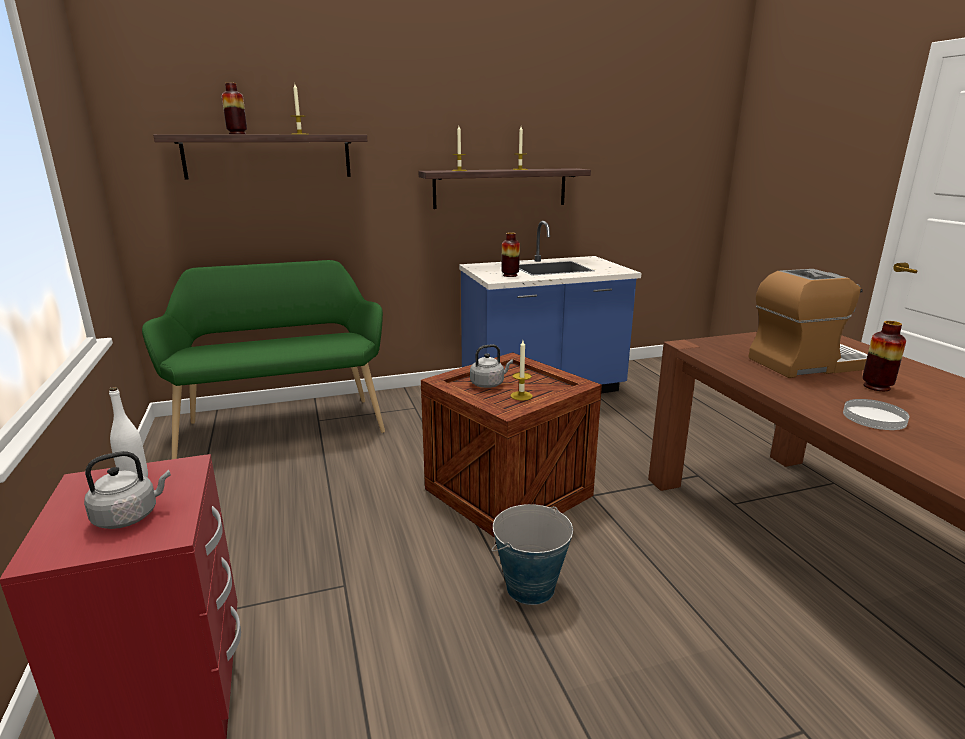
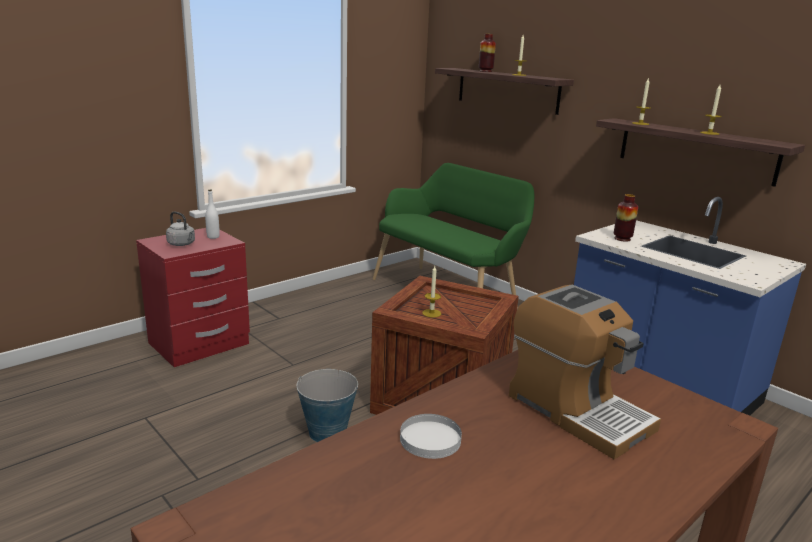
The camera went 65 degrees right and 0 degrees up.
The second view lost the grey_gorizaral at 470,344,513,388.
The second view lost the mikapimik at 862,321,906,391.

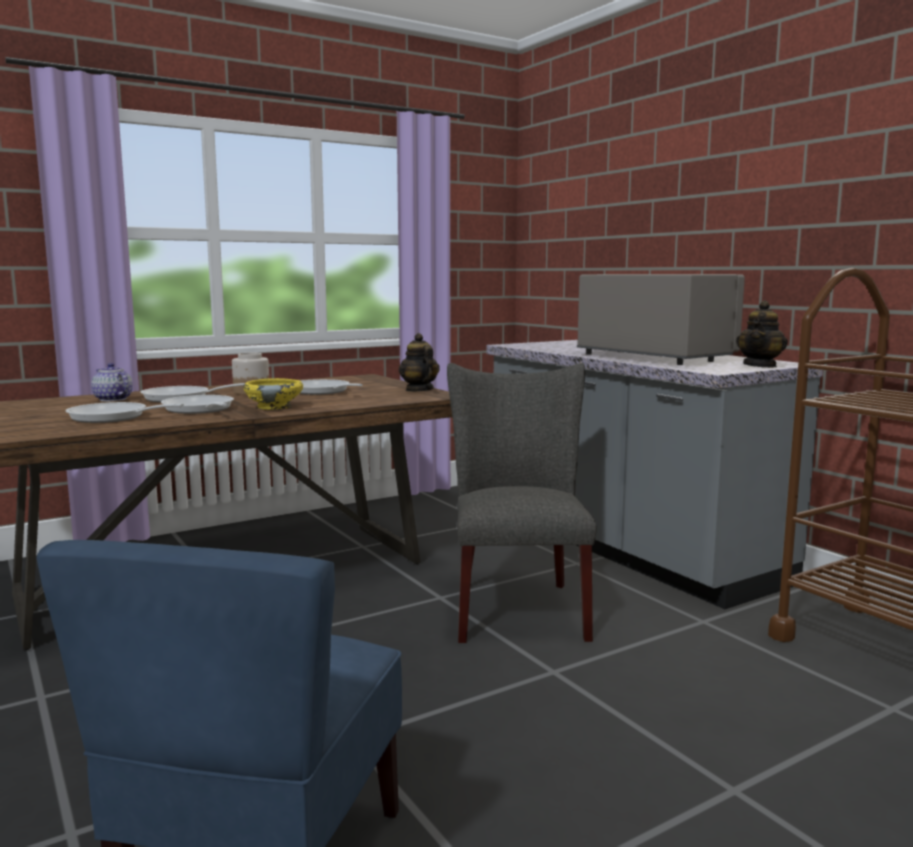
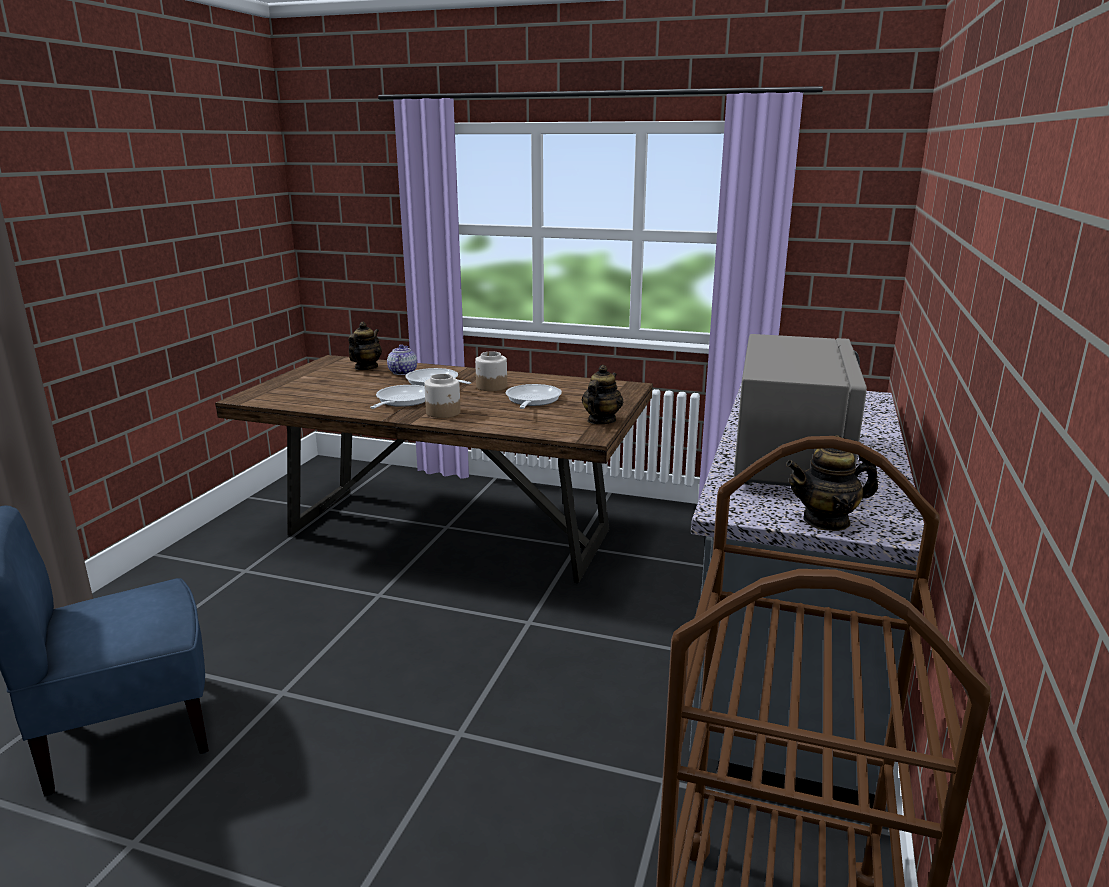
The camera went 50 degrees right and 10 degrees up.
The second view lost the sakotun at 65,402,184,423.
The second view lost the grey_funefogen at 447,363,597,643.
The second view gained the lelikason at 348,322,382,370.
Where the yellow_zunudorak stood at 243,378,303,410, the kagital came to stand at 424,374,461,418.

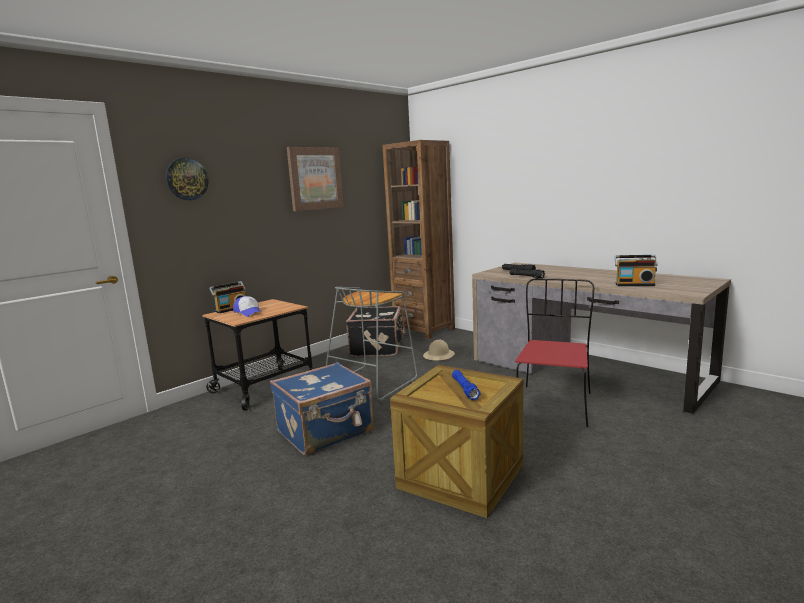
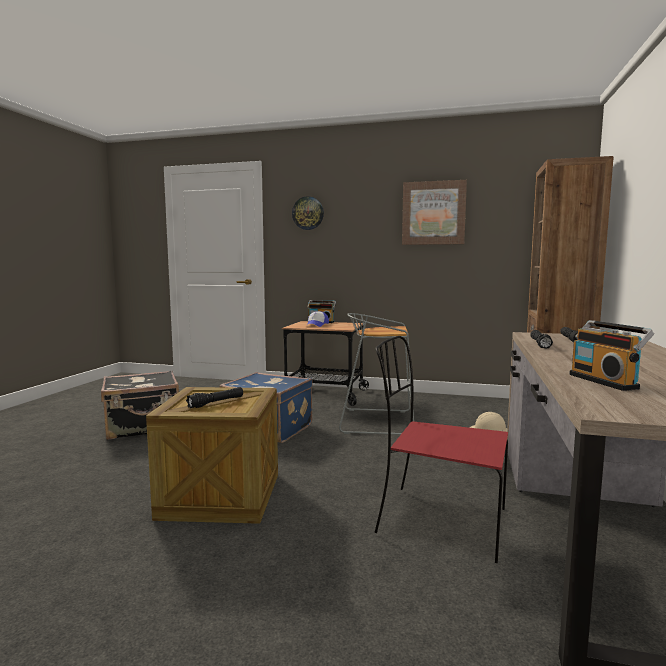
The camera went 60 degrees right and 5 degrees down.
The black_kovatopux ended up elsewhere, having gone from 346,306,406,357 to 101,370,179,440.
What was the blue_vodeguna at 452,370,481,400 turned into the black_vodeguna at 186,387,243,408.
The red_funefogen at 515,279,594,427 ended up facing another way, 150 degrees counterclockwise from before.

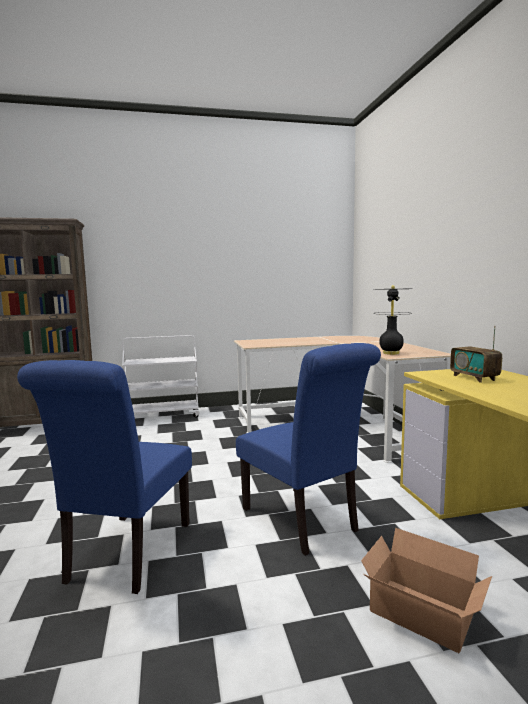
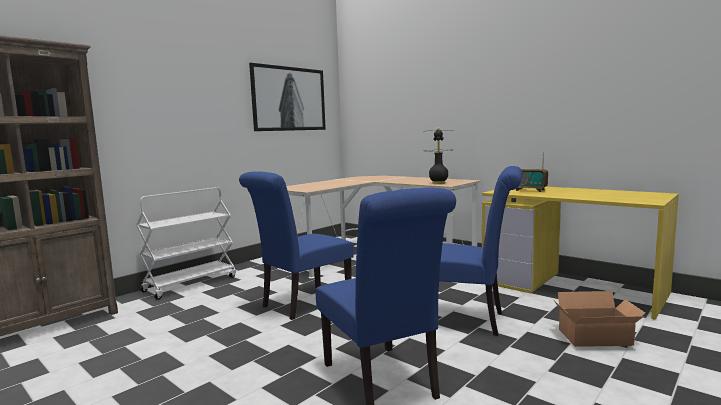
The camera went 35 degrees left and 0 degrees up.
The second view gained the blue_funefogen at 239,171,354,320.
The second view gained the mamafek at 249,63,326,131.

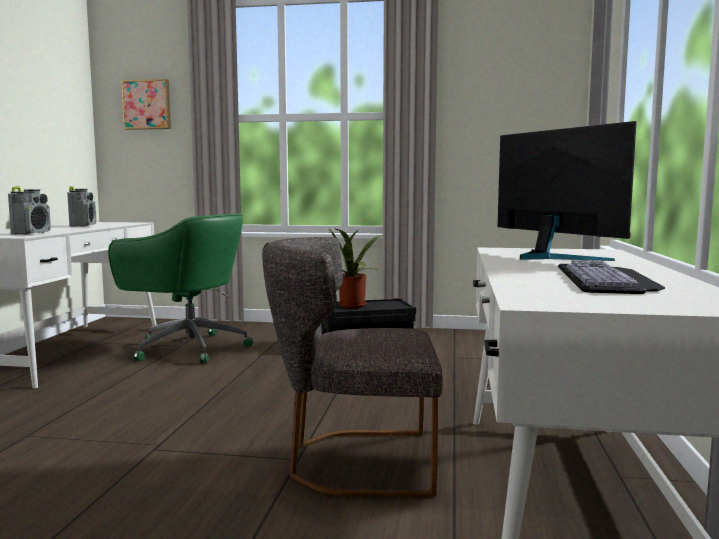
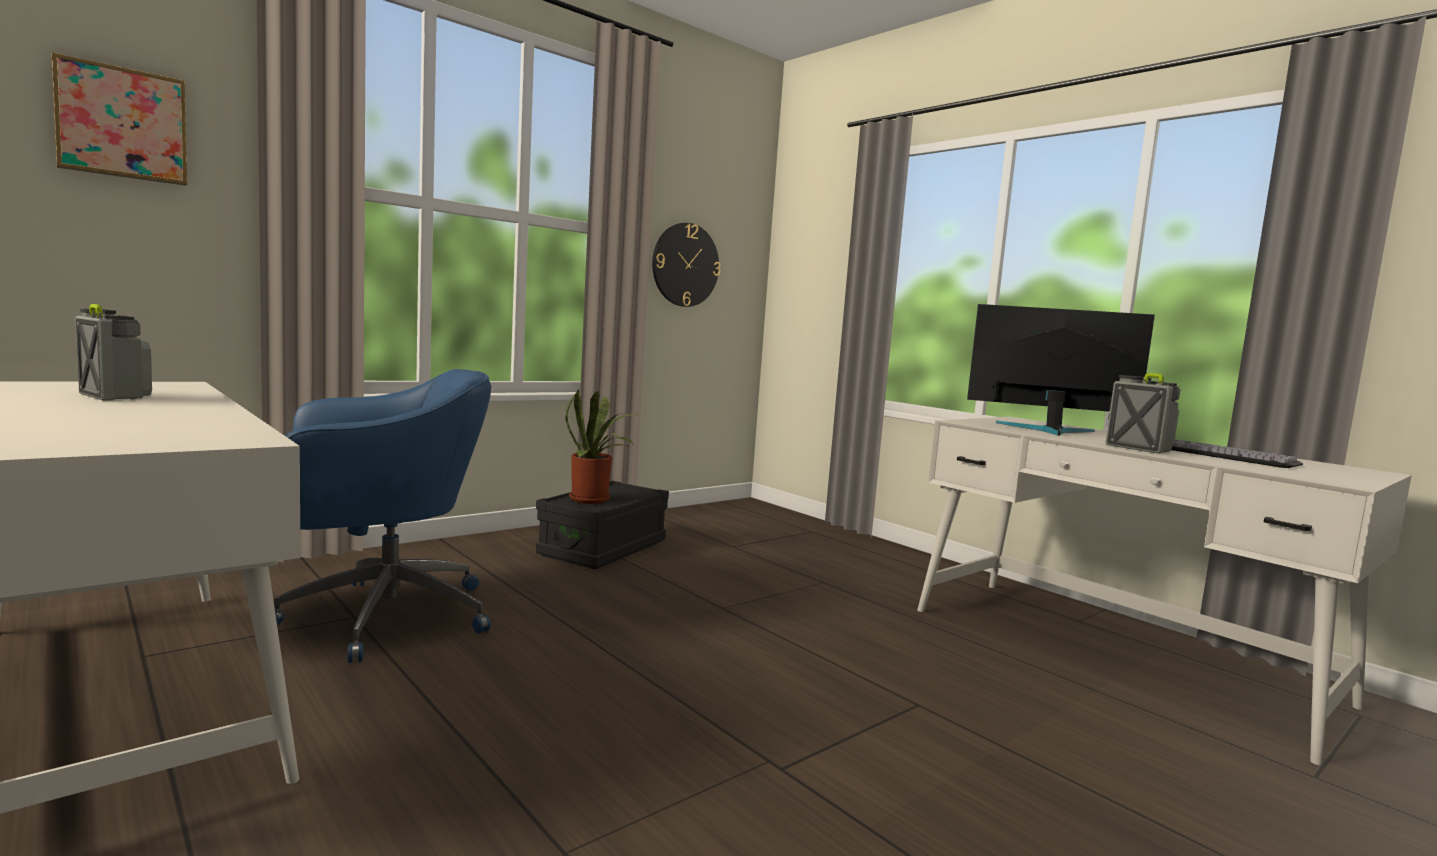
The camera went 50 degrees left and 0 degrees up.
The second view lost the grey_funefogen at 262,237,443,497.
The second view gained the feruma at 652,223,720,307.
The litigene ended up elsewhere, having gone from 8,186,51,234 to 1105,373,1181,454.
What was the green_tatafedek at 108,214,253,363 turned into the blue_tatafedek at 274,369,491,663.

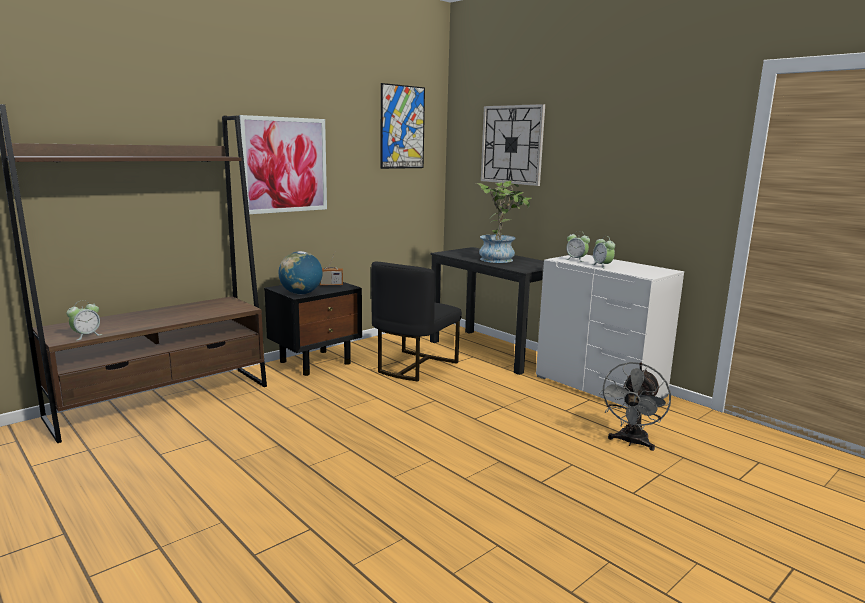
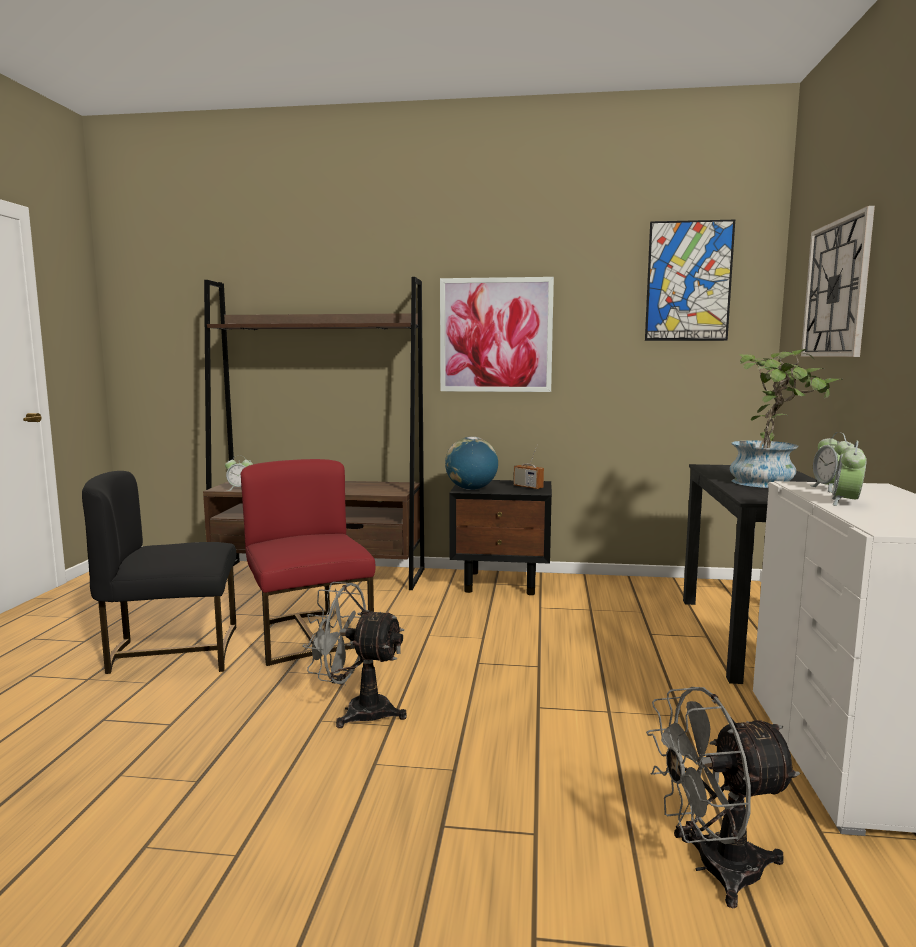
The camera went 50 degrees right and 5 degrees down.
The second view gained the red_funefogen at 241,459,376,666.
The second view gained the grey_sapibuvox at 303,582,407,728.
The black_funefogen ended up elsewhere, having gone from 371,262,462,382 to 82,471,236,674.

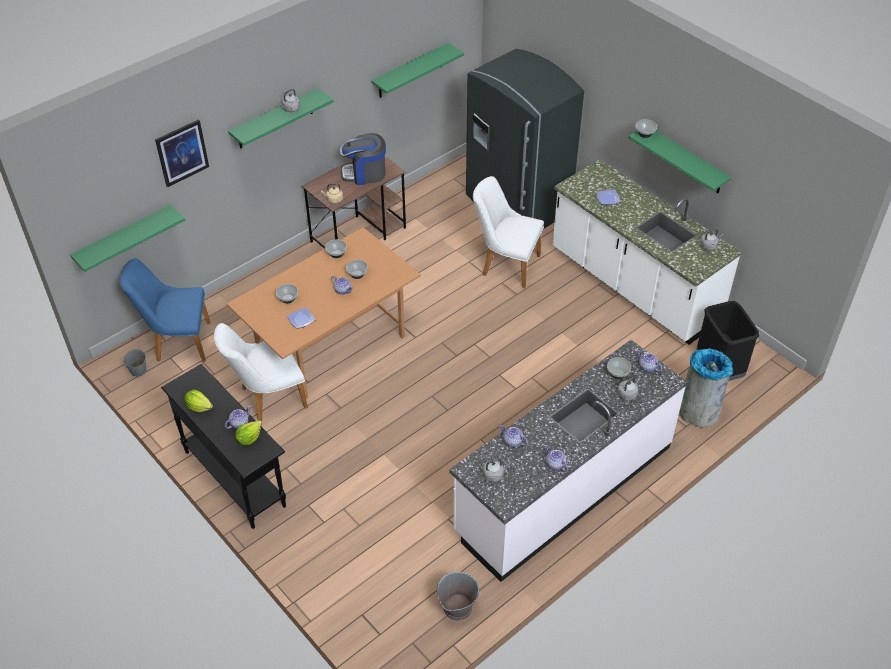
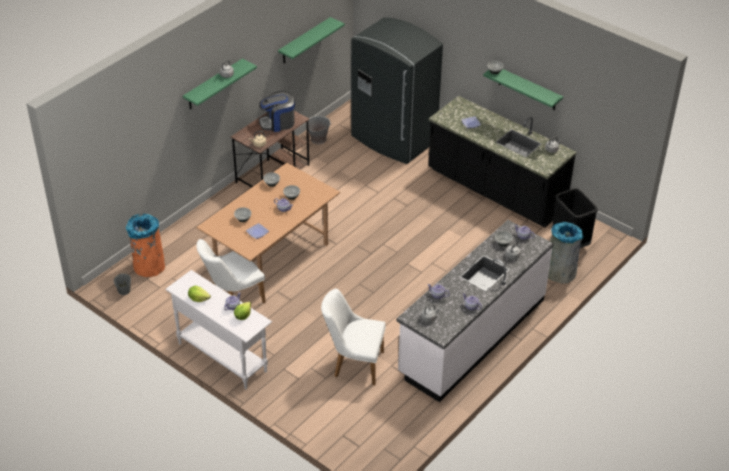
The camera went 10 degrees left and 5 degrees down.
The second view lost the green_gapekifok at 70,205,185,272.
The second view lost the mamafek at 155,119,209,187.
The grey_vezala ended up elsewhere, having gone from 436,571,481,621 to 306,116,331,144.
The white_funefogen ended up elsewhere, having gone from 473,176,544,289 to 321,289,386,385.
Where the blue_funefogen stood at 120,258,210,362, the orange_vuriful came to stand at 126,214,165,277.
What was the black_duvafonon at 161,364,286,529 turned into the white_duvafonon at 165,270,272,389.
What was the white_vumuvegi at 552,159,742,345 turned into the black_vumuvegi at 428,96,577,228.

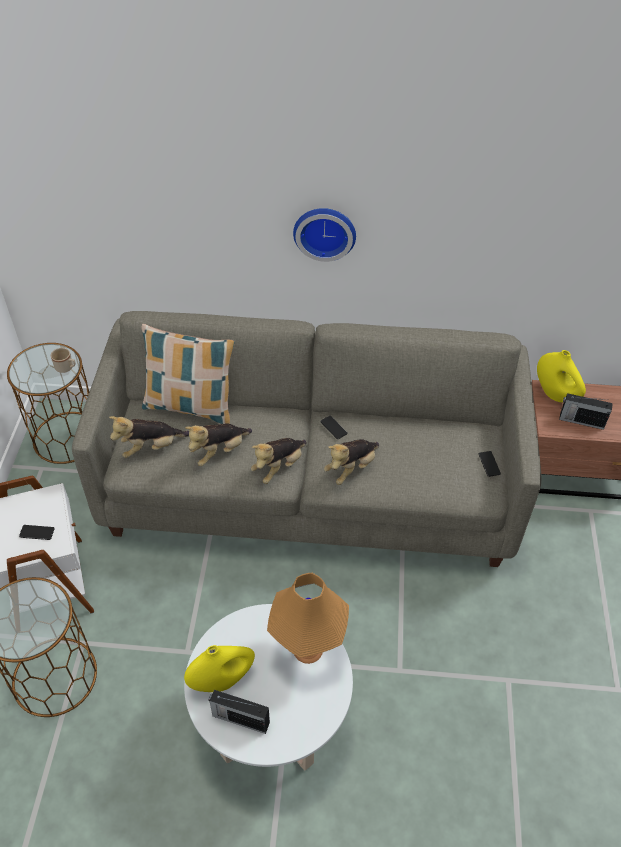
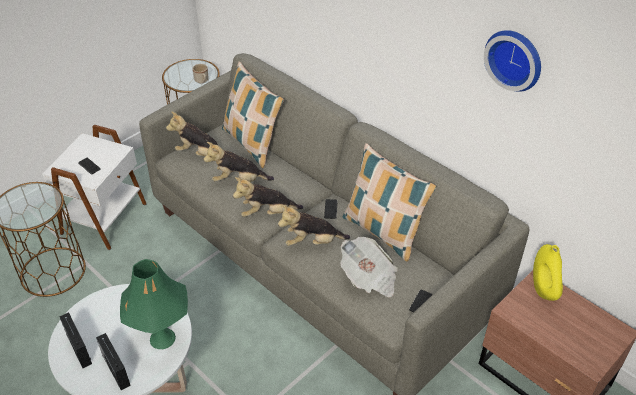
The camera went 40 degrees right and 5 degrees down.
The second view lost the yellow_mikapimik at 184,645,255,692.
The second view gained the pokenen at 340,237,398,297.
The second view gained the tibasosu at 342,143,437,261.
The feruma ended up elsewhere, having gone from 293,208,356,262 to 484,30,541,92.
The litigene ended up elsewhere, having gone from 559,393,613,430 to 96,333,131,390.
What was the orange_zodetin at 267,573,349,664 turned into the green_zodetin at 120,259,188,349.

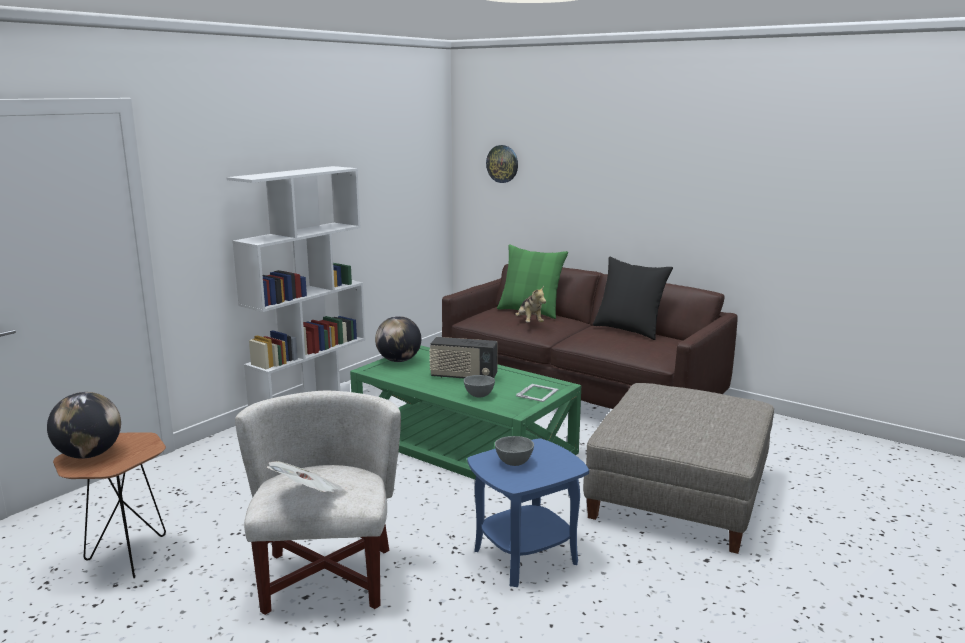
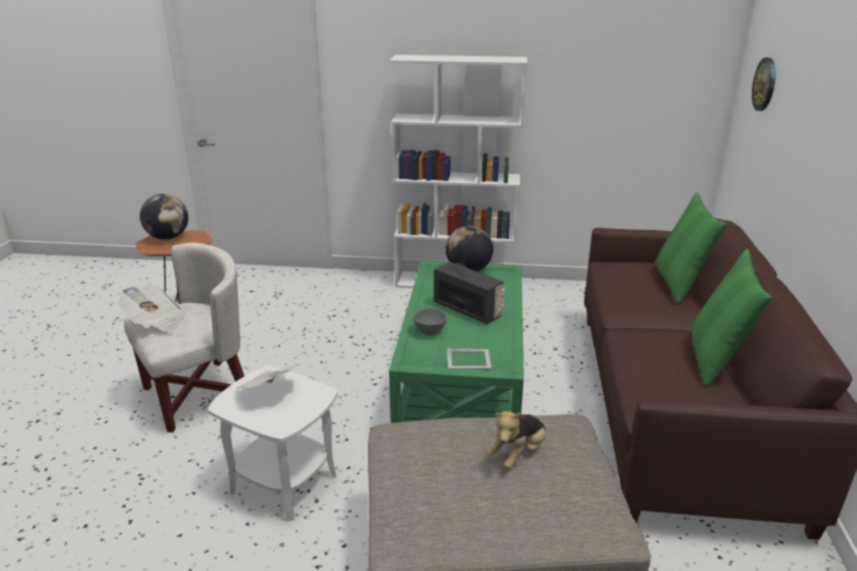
The camera went 60 degrees right and 10 degrees up.
The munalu ended up elsewhere, having gone from 515,286,546,323 to 487,412,546,469.
Where the grey_zunudorak stood at 495,436,534,466, the pokenen came to stand at 236,364,301,389.
What was the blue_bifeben at 467,438,589,587 turned into the white_bifeben at 208,366,338,522.
What was the black_tibasosu at 593,257,673,340 turned into the green_tibasosu at 691,249,772,386.
The litigene at 429,337,498,378 ended up facing another way, 150 degrees clockwise from before.

